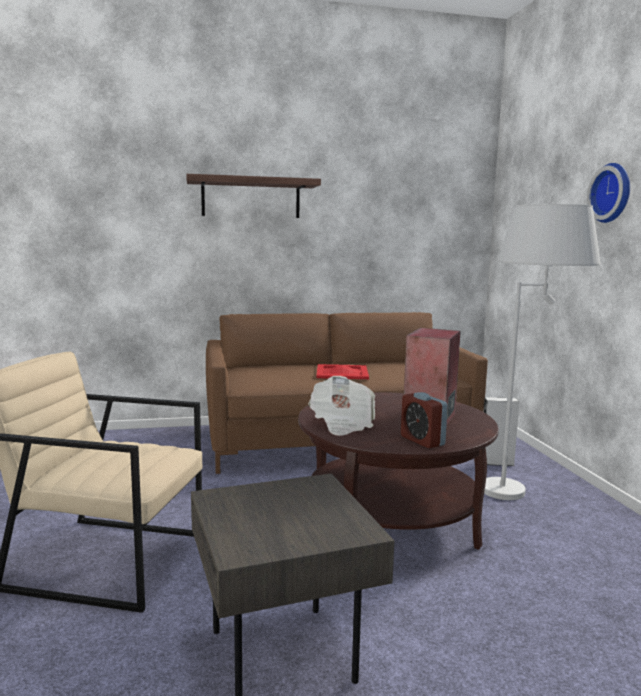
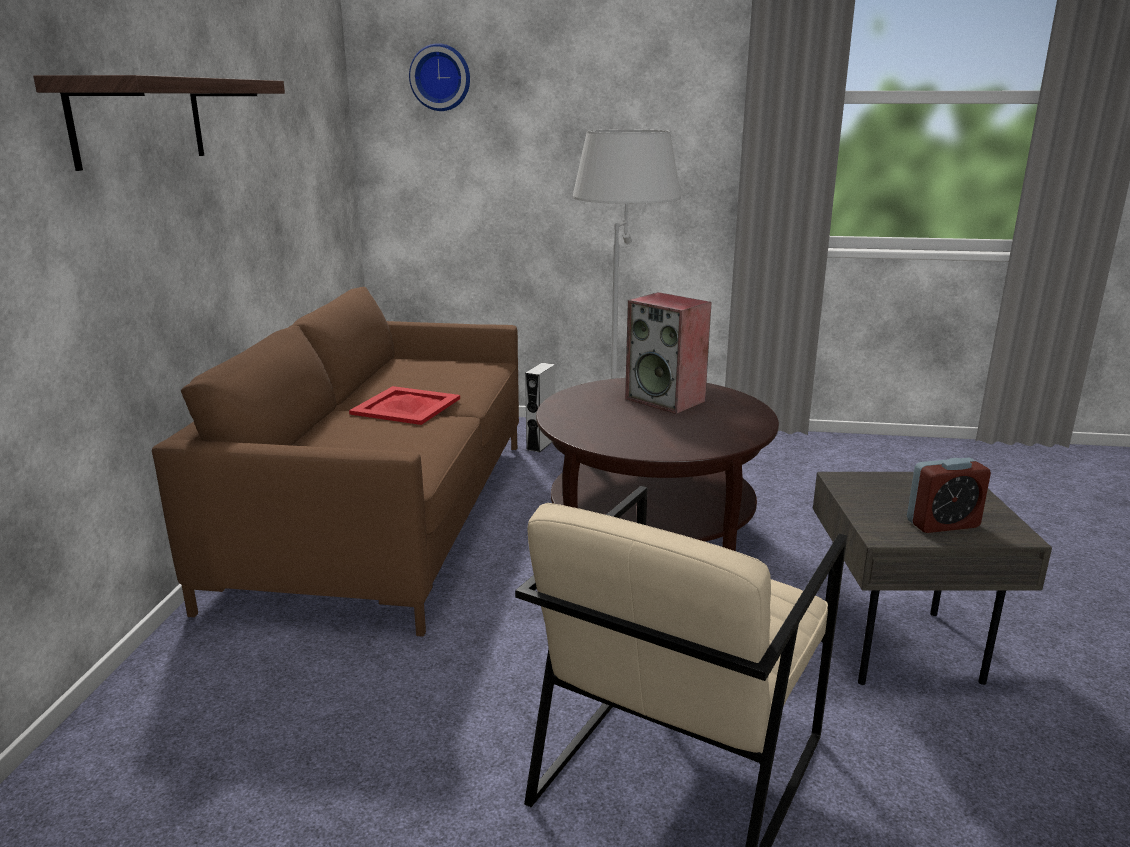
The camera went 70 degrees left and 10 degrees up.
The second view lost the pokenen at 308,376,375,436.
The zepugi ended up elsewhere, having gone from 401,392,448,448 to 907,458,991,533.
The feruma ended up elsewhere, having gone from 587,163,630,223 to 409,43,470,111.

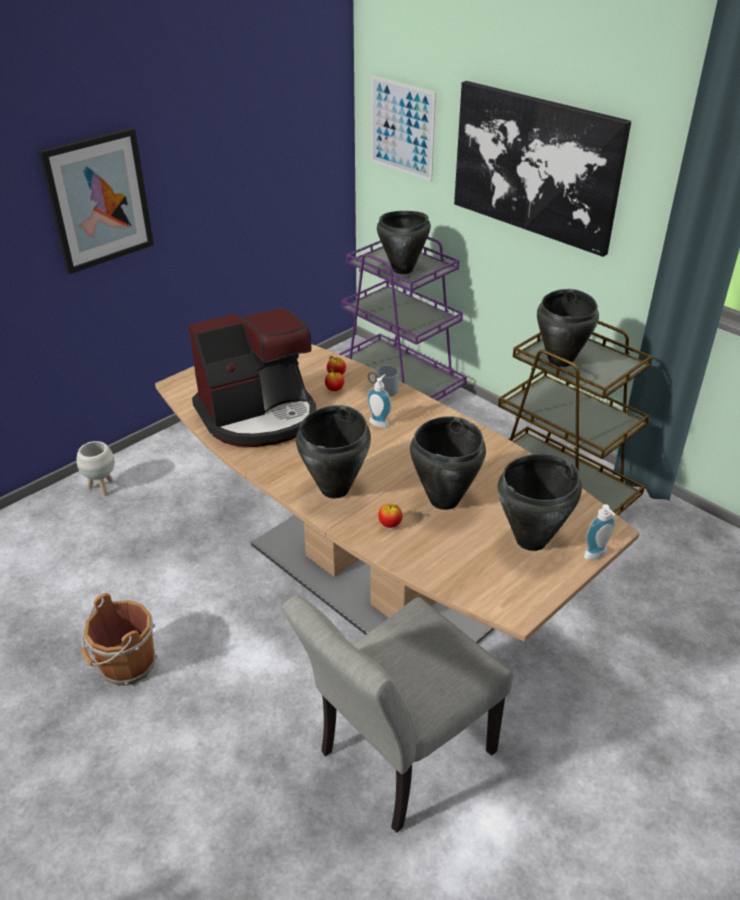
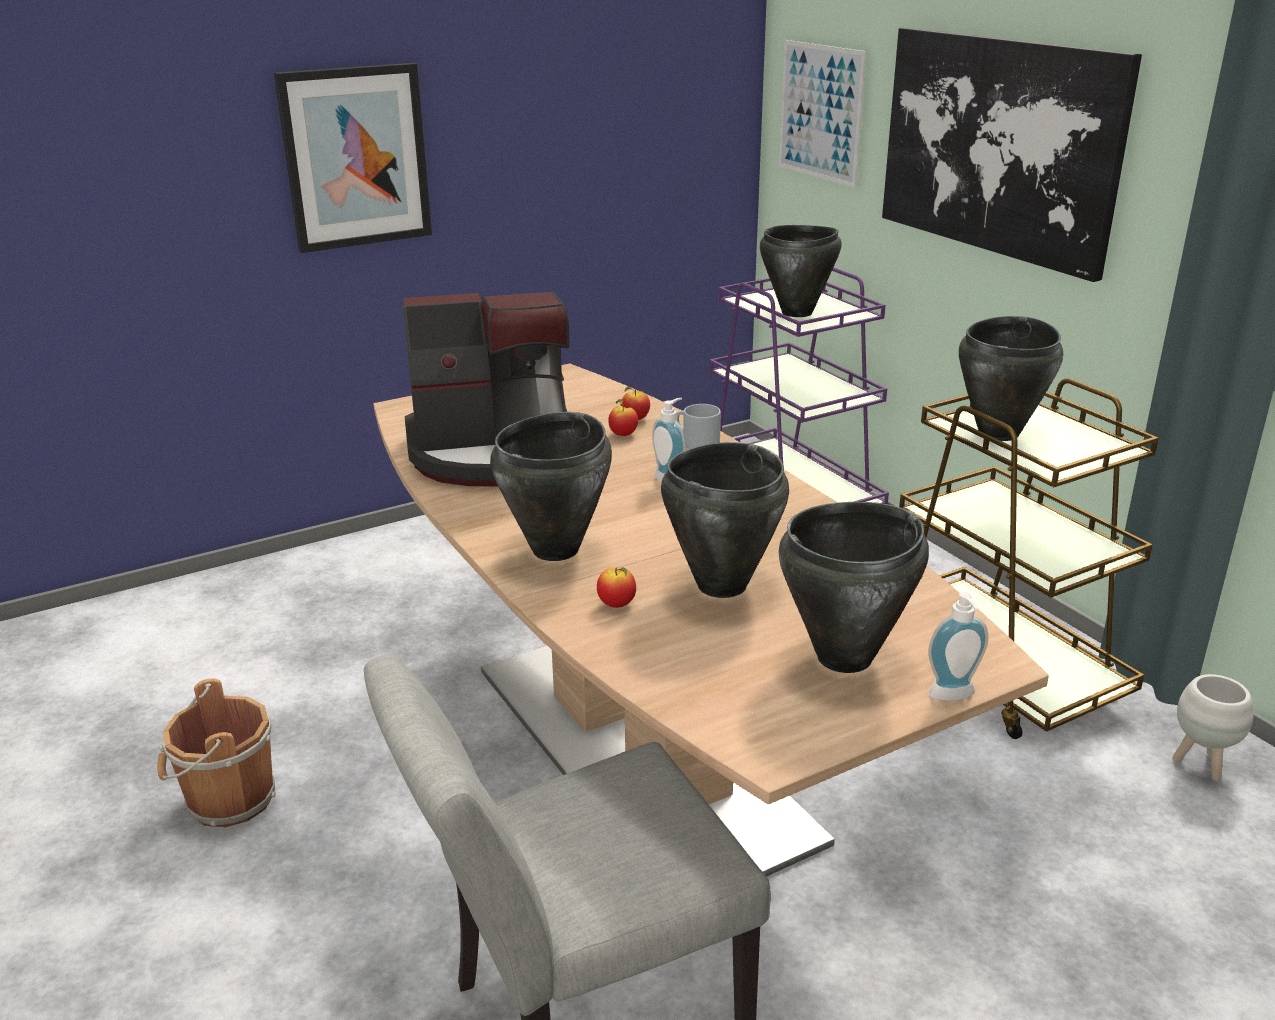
The camera went 15 degrees right and 10 degrees down.
The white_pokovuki ended up elsewhere, having gone from 77,441,115,496 to 1172,674,1254,781.

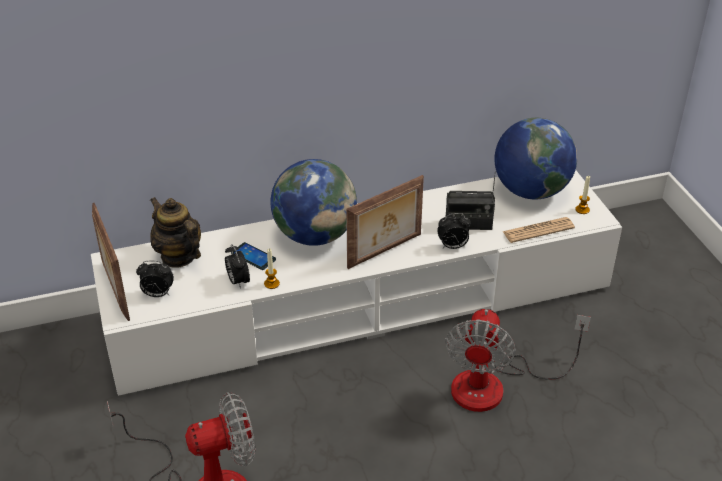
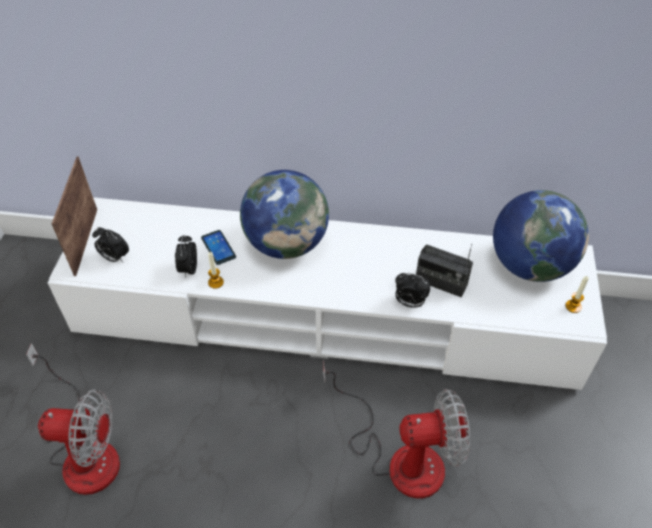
The camera went 25 degrees right and 10 degrees up.
The second view lost the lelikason at 150,197,201,268.
The second view lost the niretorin at 346,175,424,269.
The second view lost the pokenen at 502,217,575,243.
The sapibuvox at 445,309,591,412 ended up facing another way, 135 degrees counterclockwise from before.

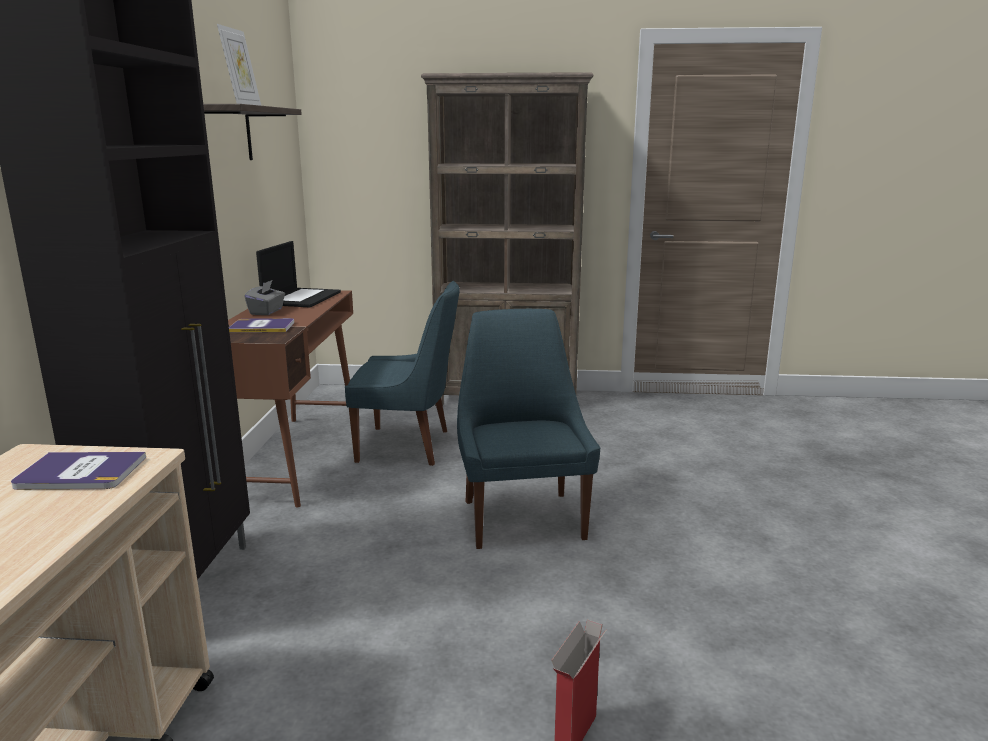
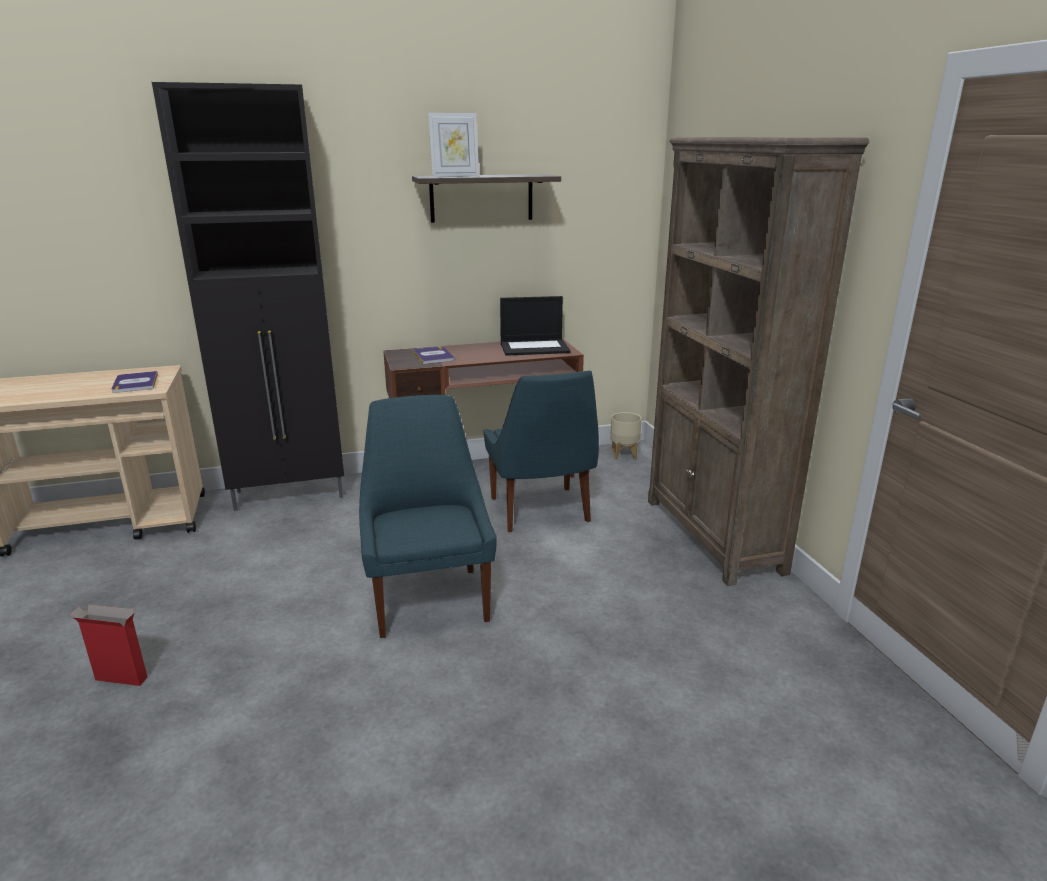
The camera went 70 degrees right and 5 degrees up.
The second view lost the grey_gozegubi at 244,280,285,315.
The second view gained the beige_pokovuki at 610,412,642,460.
The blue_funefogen at 457,309,600,549 ended up facing another way, 75 degrees counterclockwise from before.

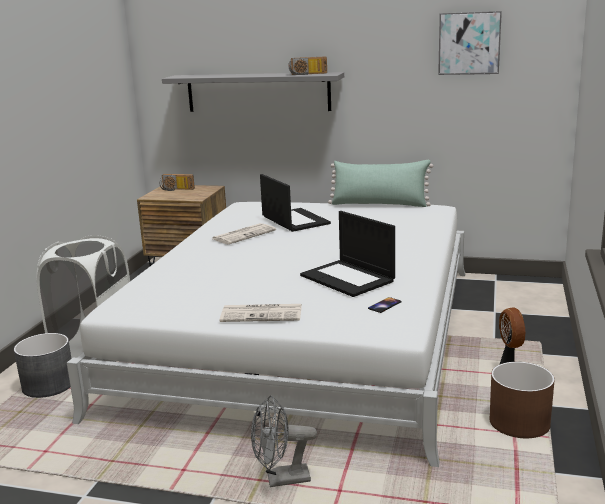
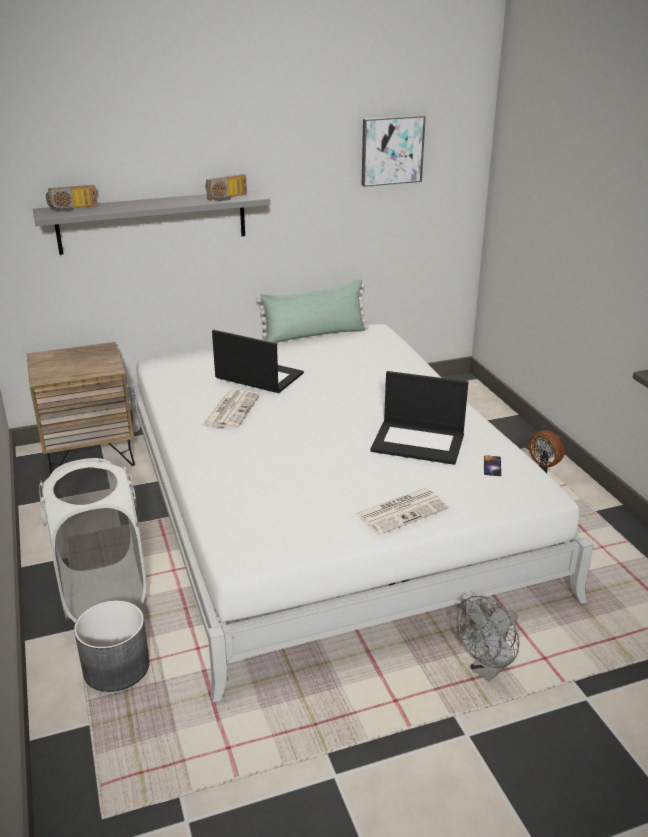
The camera went 35 degrees left and 10 degrees up.
The second view lost the brown_pokovuki at 490,362,555,438.
The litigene ended up elsewhere, having gone from 160,174,195,191 to 46,185,98,211.

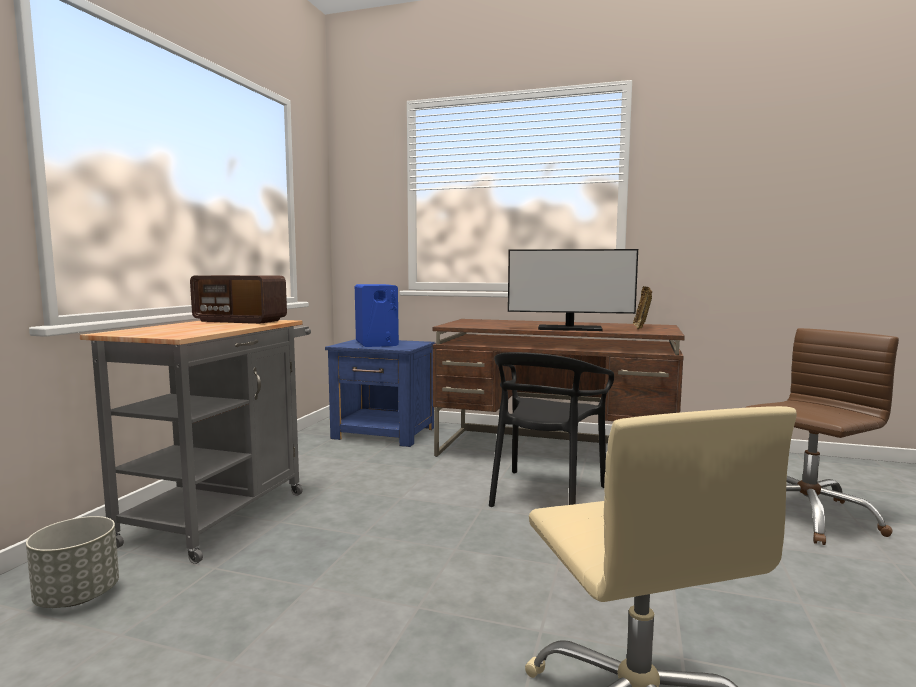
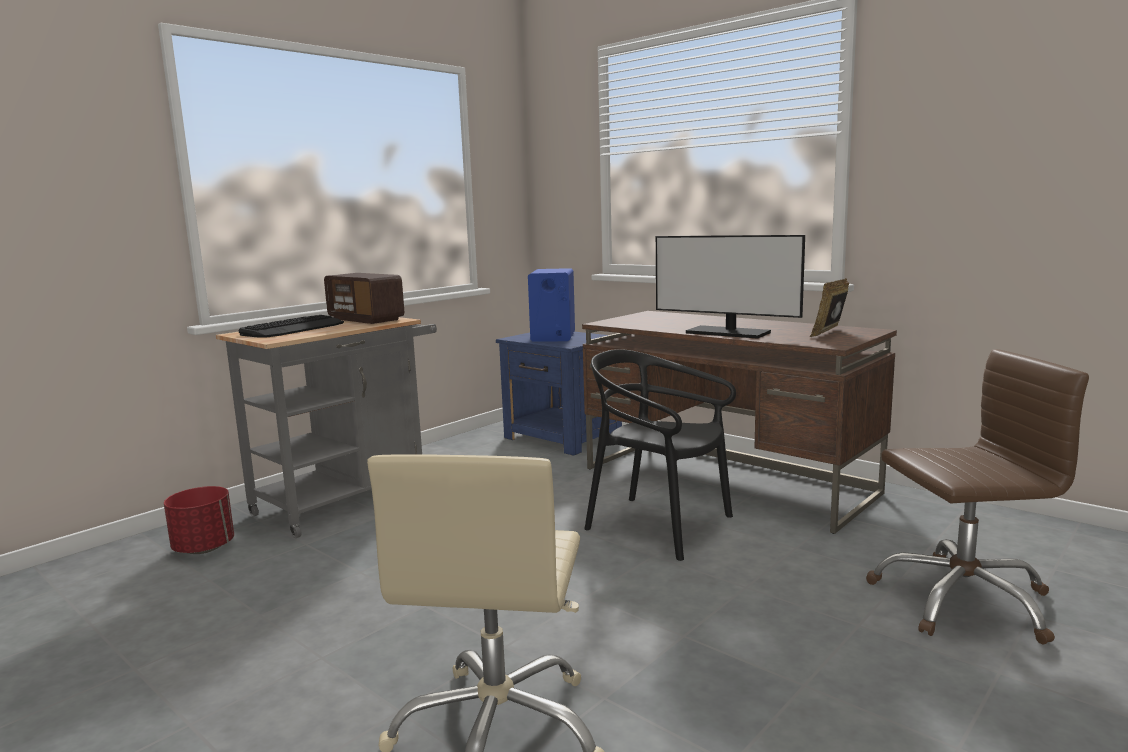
The camera went 25 degrees right and 5 degrees up.
The second view gained the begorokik at 238,315,344,338.
What was the grey_pokovuki at 26,516,119,608 turned into the red_pokovuki at 164,486,234,554.
The black_funefogen at 489,352,614,507 ended up facing another way, 75 degrees clockwise from before.

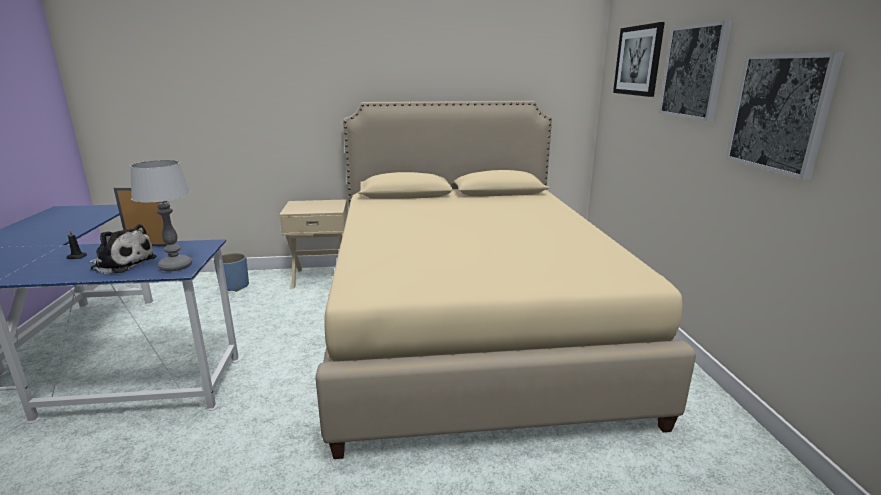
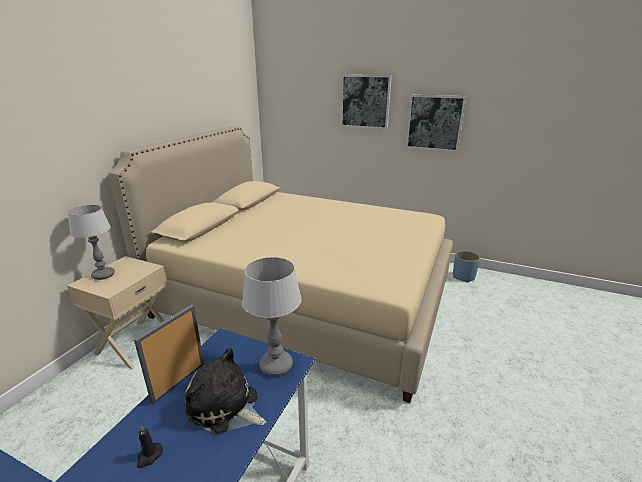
The camera went 60 degrees left and 5 degrees up.
The second view lost the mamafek at 613,22,665,97.
The second view gained the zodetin at 68,205,115,280.
The blue_pokovuki ended up elsewhere, having gone from 214,253,249,292 to 453,250,480,282.
The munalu at 88,224,157,274 ended up facing another way, 105 degrees counterclockwise from before.

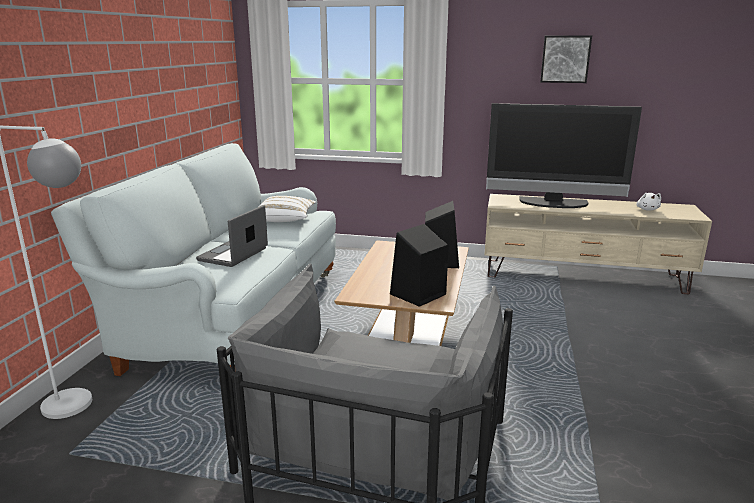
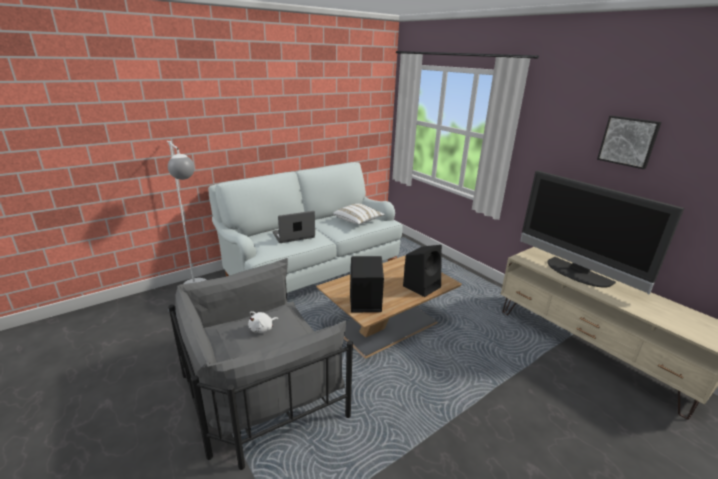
The camera went 40 degrees right and 5 degrees up.
The white_munalu ended up elsewhere, having gone from 636,193,661,211 to 248,311,278,333.

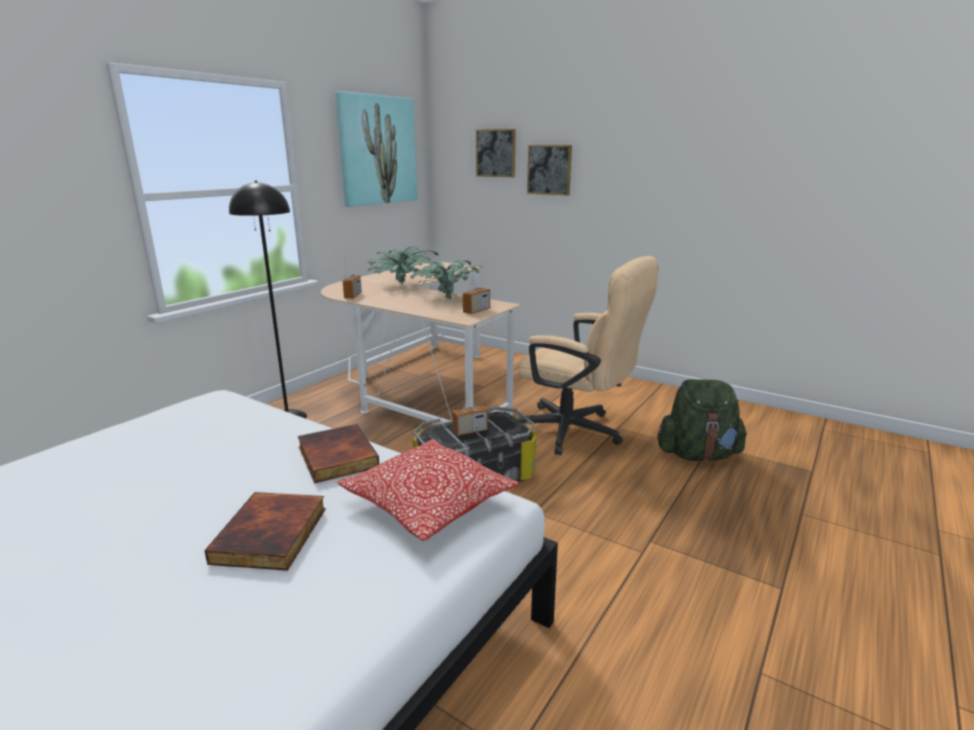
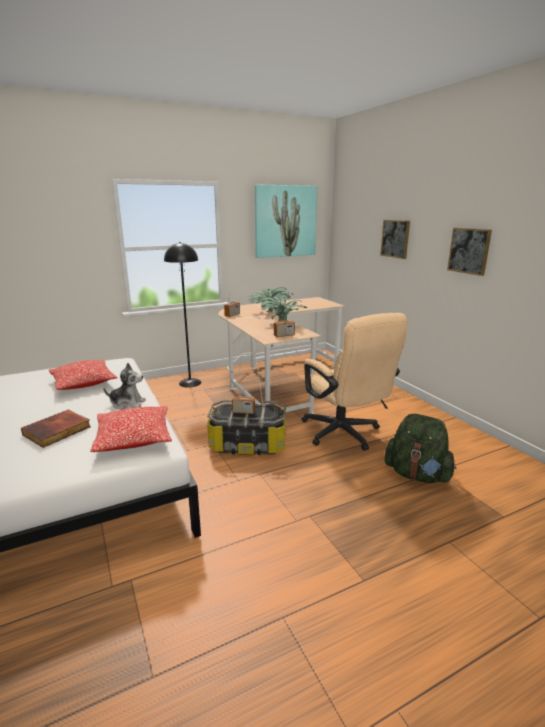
The camera went 30 degrees right and 0 degrees up.
The second view gained the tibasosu at 49,360,117,390.
The mamafek ended up elsewhere, having gone from 476,129,516,177 to 447,228,492,276.
Where the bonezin stood at 298,424,379,483, the munalu came to stand at 103,363,146,410.

